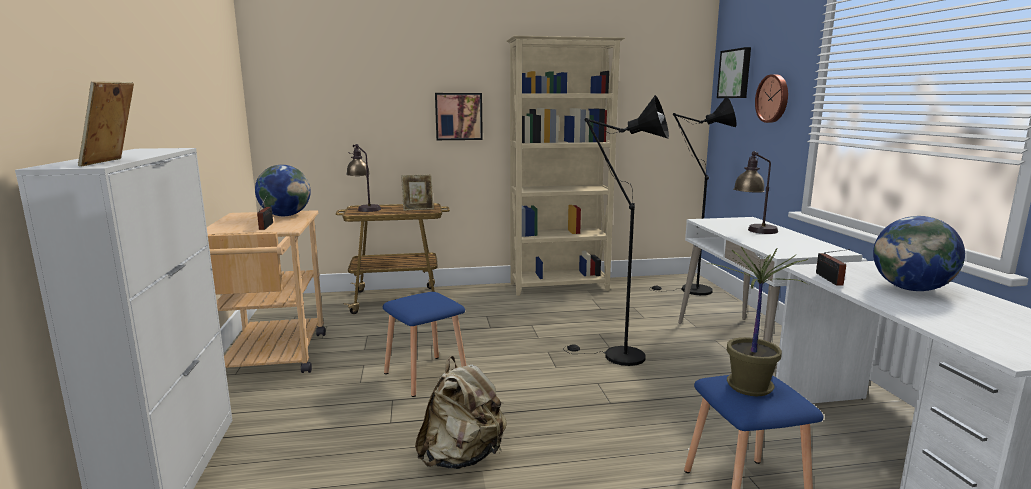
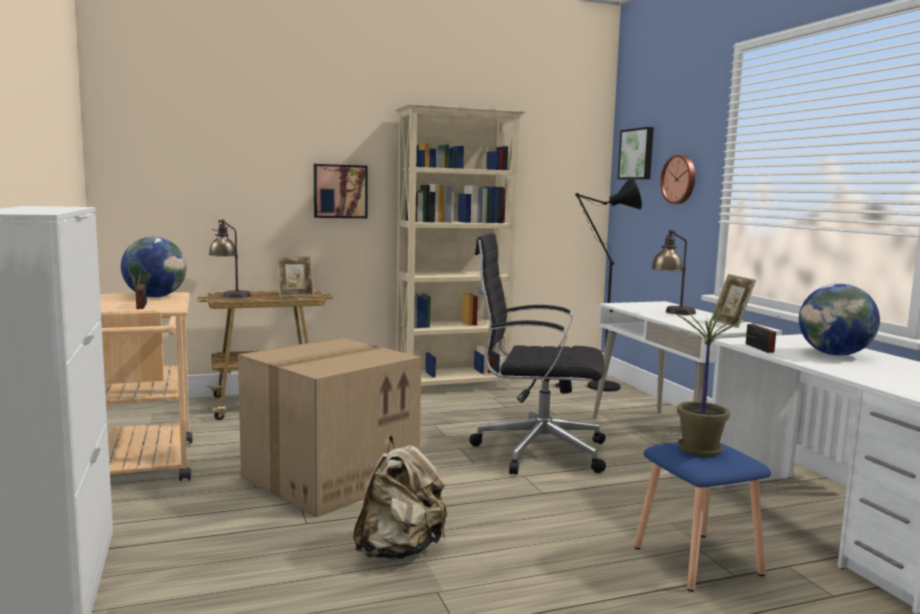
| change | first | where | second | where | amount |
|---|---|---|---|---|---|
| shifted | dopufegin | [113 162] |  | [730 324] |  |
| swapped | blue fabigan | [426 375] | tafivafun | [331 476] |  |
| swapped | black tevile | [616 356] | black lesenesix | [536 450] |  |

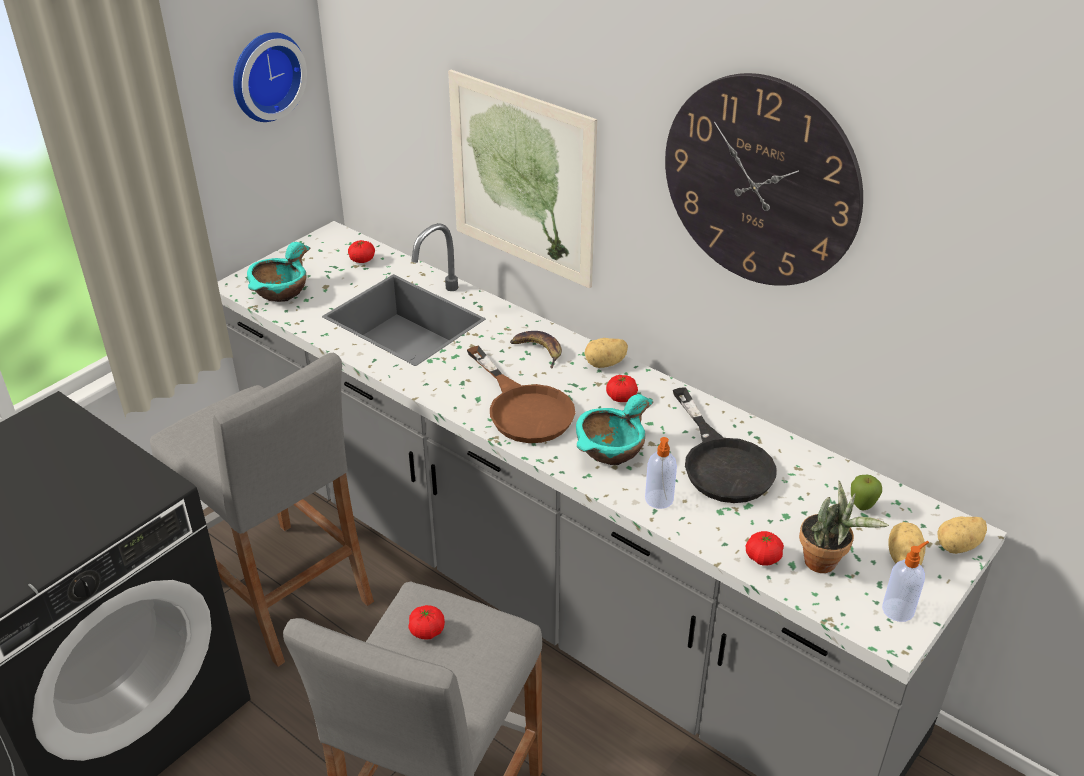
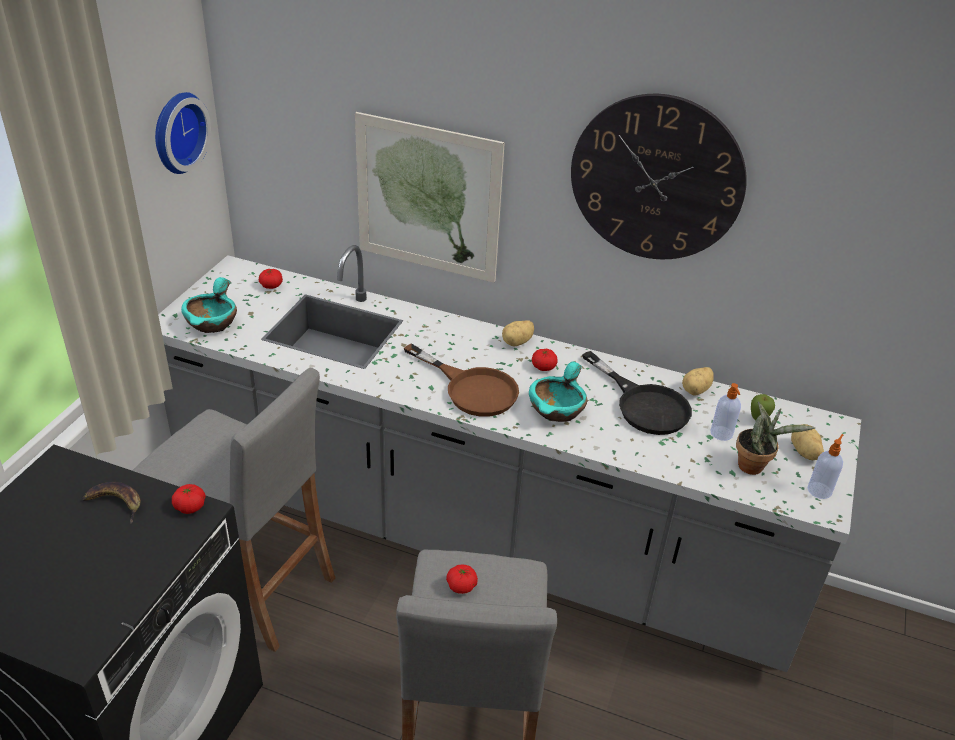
| change | first | where | second | where | amount |
|---|---|---|---|---|---|
| shifted | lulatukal | [539 350] |  | [116 503] |  |
| shifted | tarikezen | [659 500] |  | [721 434] |  |
| shifted | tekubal | [763 557] |  | [190 507] |  |
| shifted | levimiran | [959 546] |  | [696 390] |  |

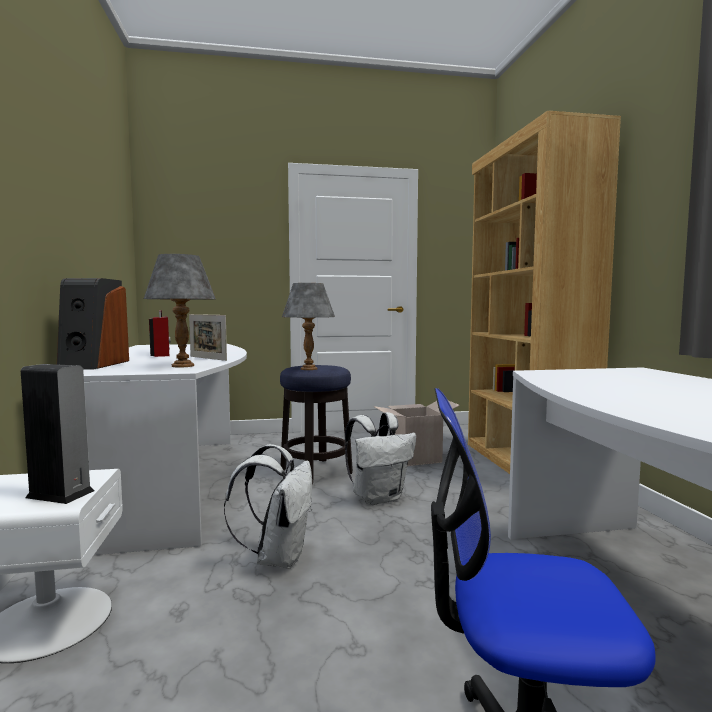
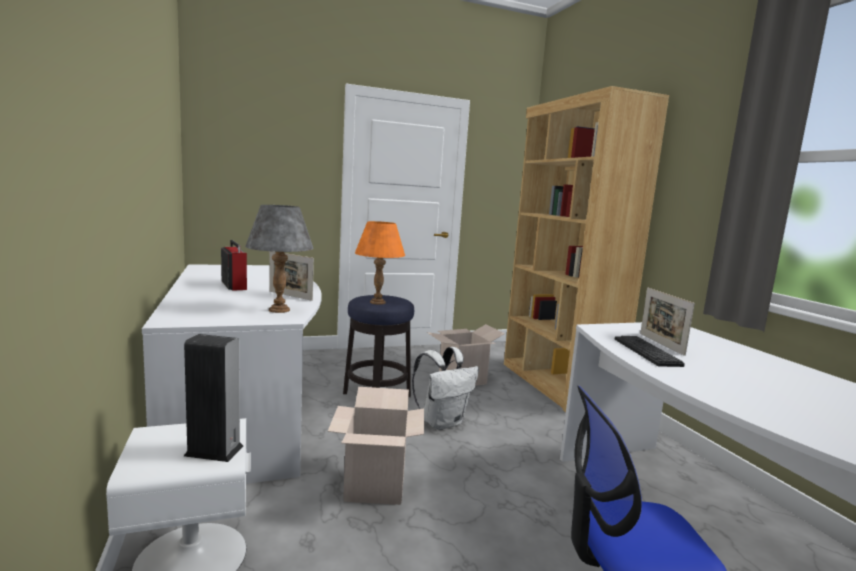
| change | first | where | second | where | amount |
|---|---|---|---|---|---|
| gone | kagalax | [94 365] |  |  |  |
| swapped | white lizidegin | [278 557] | tafivafun | [375 485] |  |
| repainted | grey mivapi | [309 369] | orange mivapi | [378 302] |  |
| new |  |  | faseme | [646 352] |  |
| new |  |  | dopufegin | [661 344] |  |

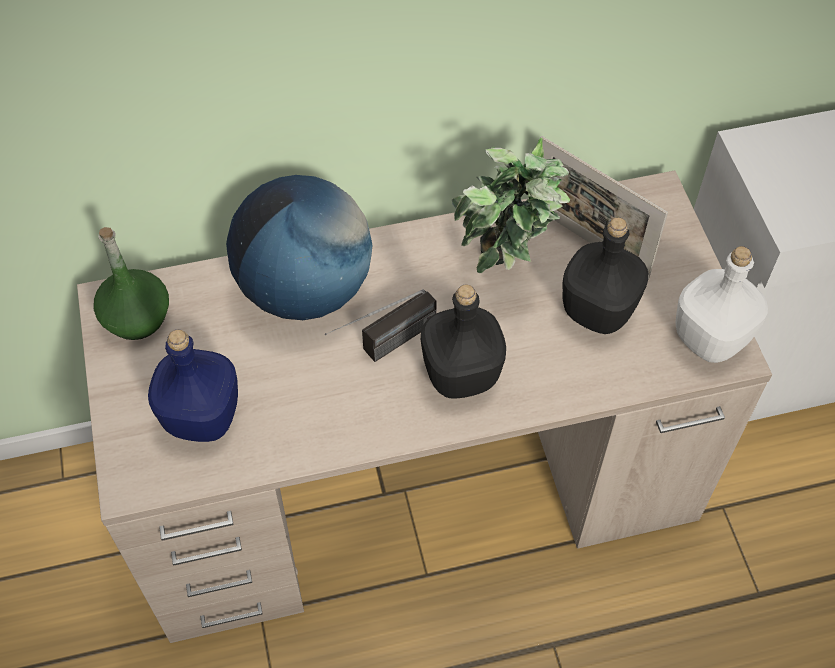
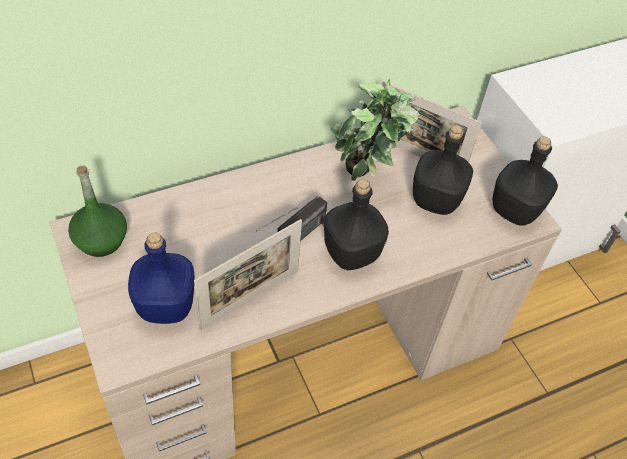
| change | first | where | second | where | amount |
|---|---|---|---|---|---|
| gone | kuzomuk | [305 289] |  |  |  |
| repainted | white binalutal | [711 337] | black binalutal | [515 209] |  |
| new |  |  | dopufegin | [250 299] |  |

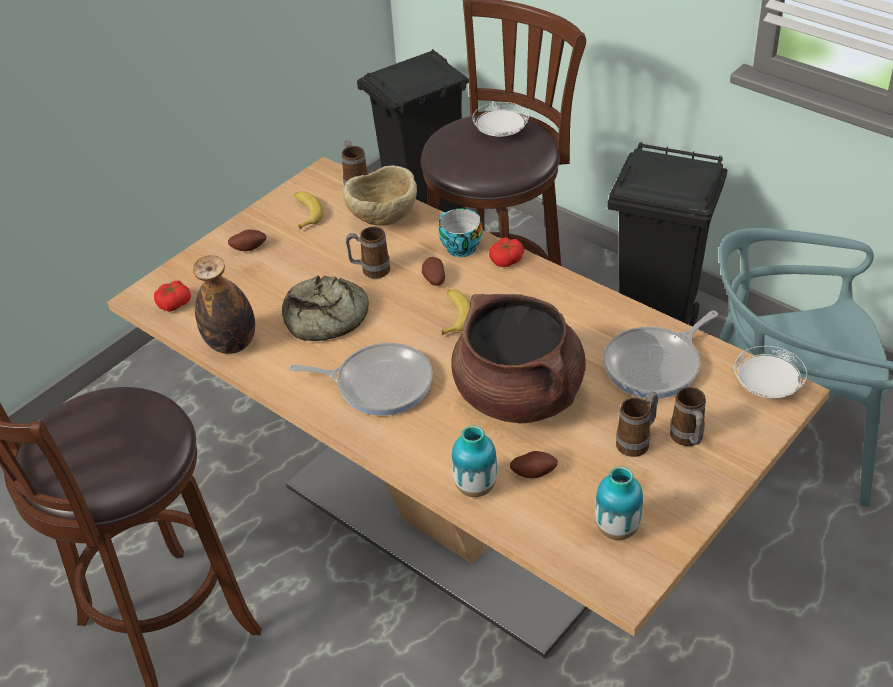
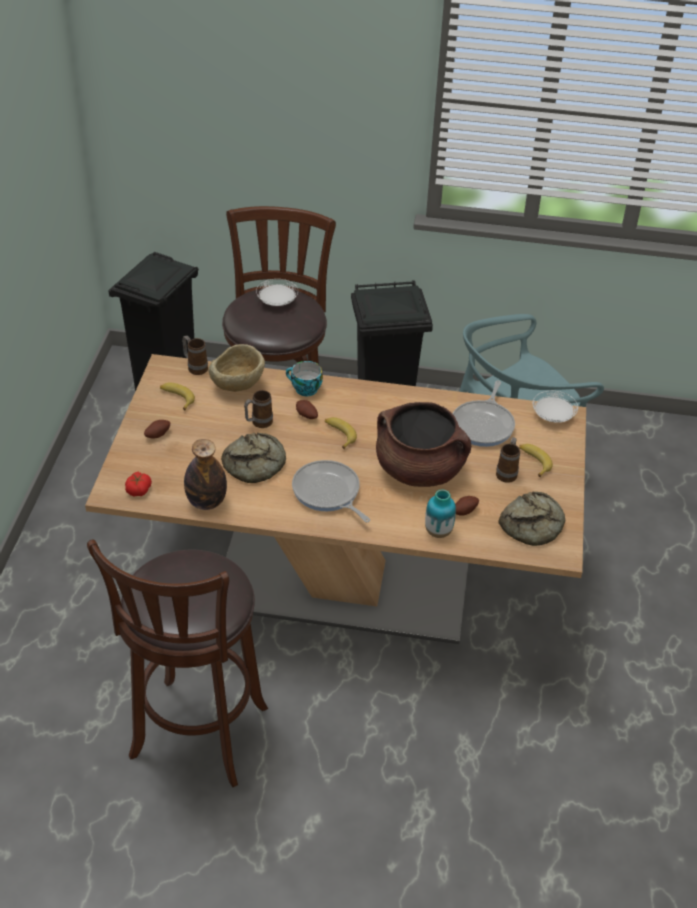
| change | first | where | second | where | amount |
|---|---|---|---|---|---|
| rotated | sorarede | [379 383] |  | [328 493] | 105 degrees counterclockwise |
| gone | tekubal | [506 260] |  |  |  |
| swapped | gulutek | [617 529] | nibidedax | [534 524] |  |
| swapped | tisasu | [688 440] | lulatukal | [534 462] |  |

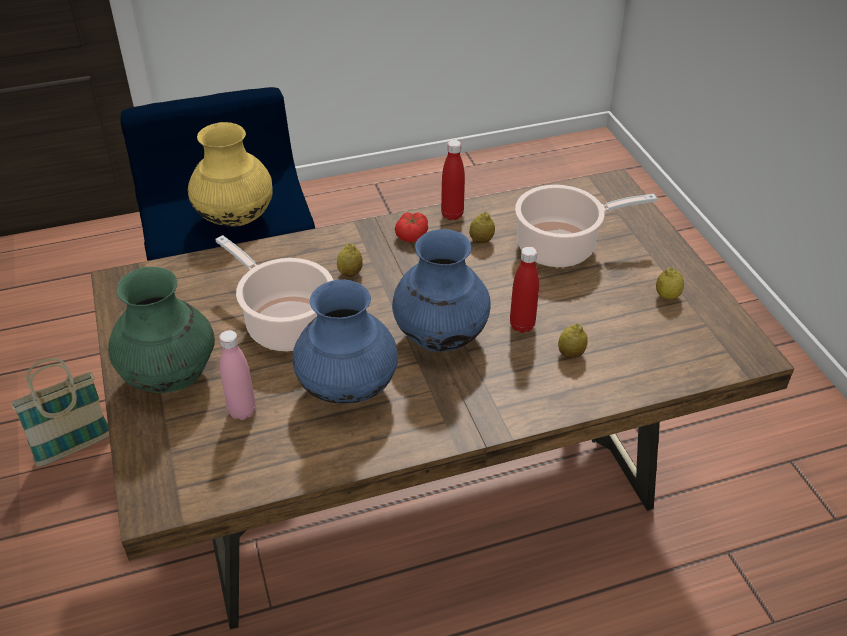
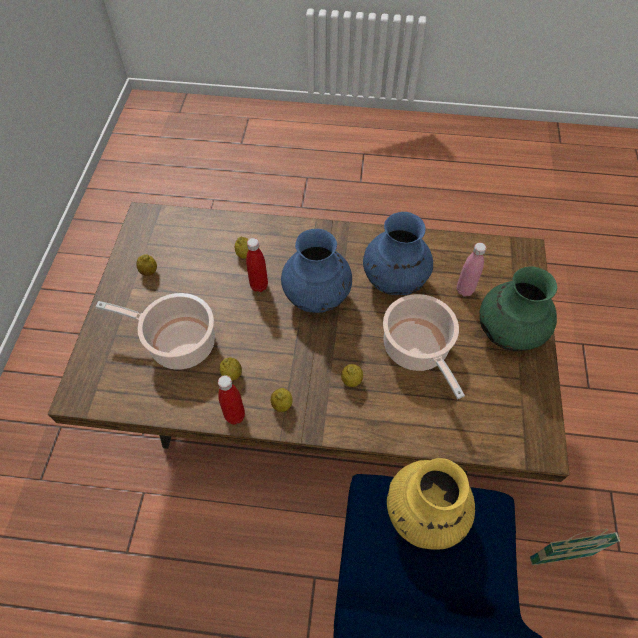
| change | first | where | second | where | amount |
|---|---|---|---|---|---|
| swapped | tekubal | [412 235] | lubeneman | [282 405] |  |

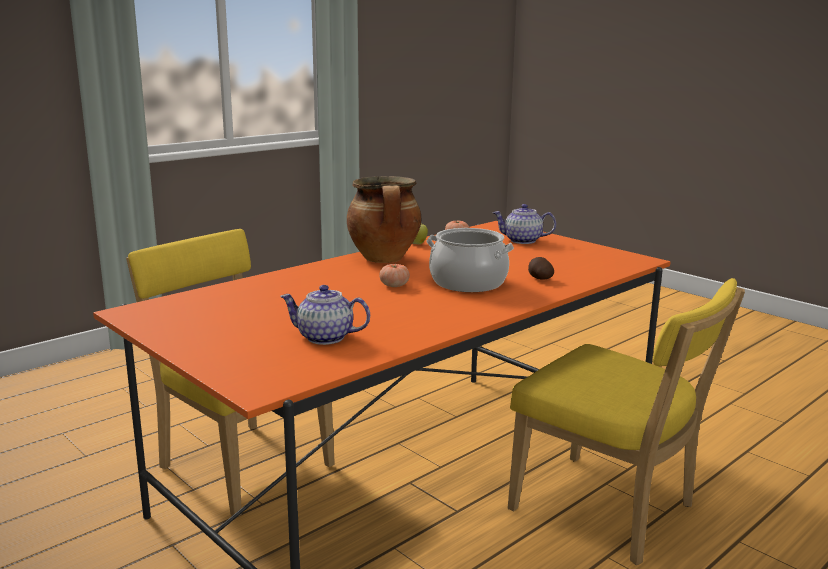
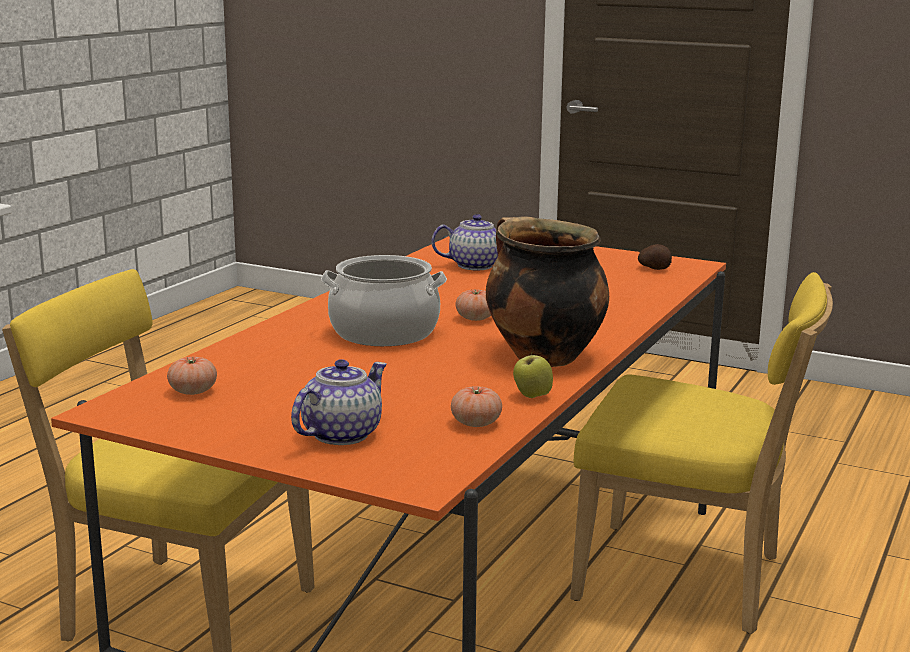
| change | first | where | second | where | amount |
|---|---|---|---|---|---|
| rotated | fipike | [522 240] |  | [341 434] | 45 degrees counterclockwise |
| shifted | levimiran | [539 279] |  | [654 268] |  |
| new |  |  | tekubal | [193 391] |  |

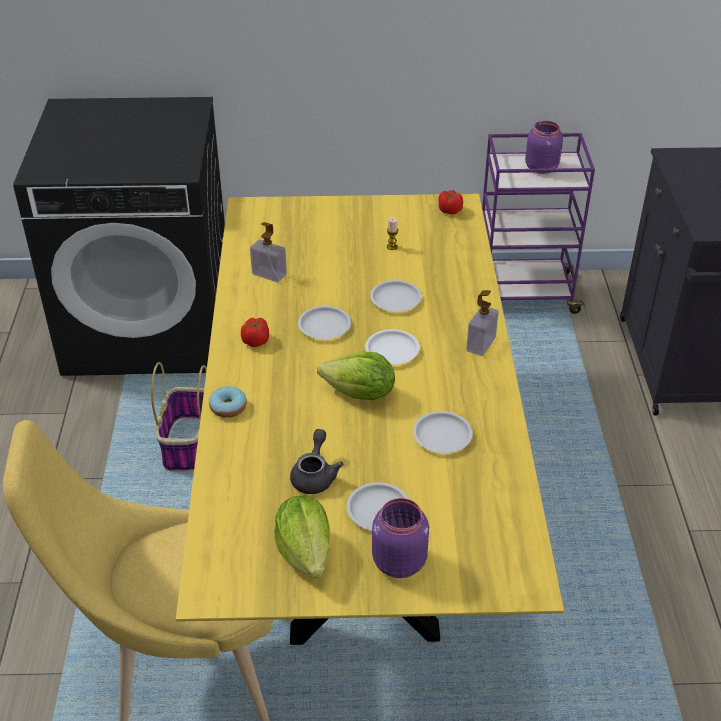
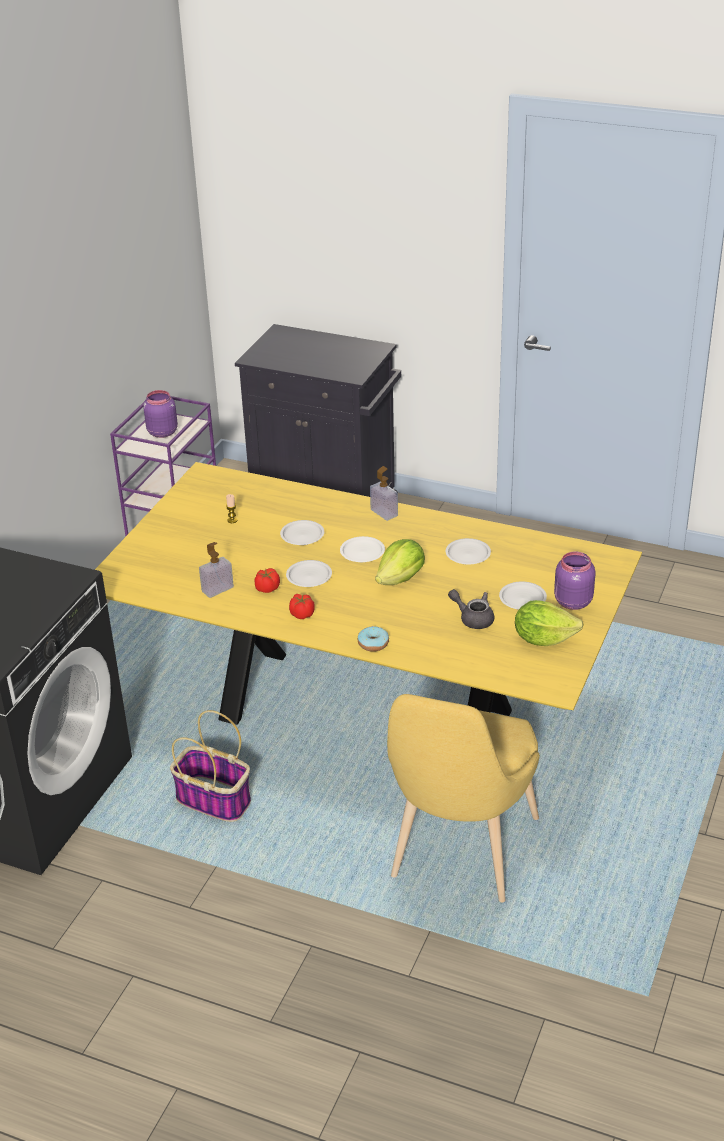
| change | first | where | second | where | amount |
|---|---|---|---|---|---|
| shifted | tekubal | [449 210] |  | [267 588] |  |

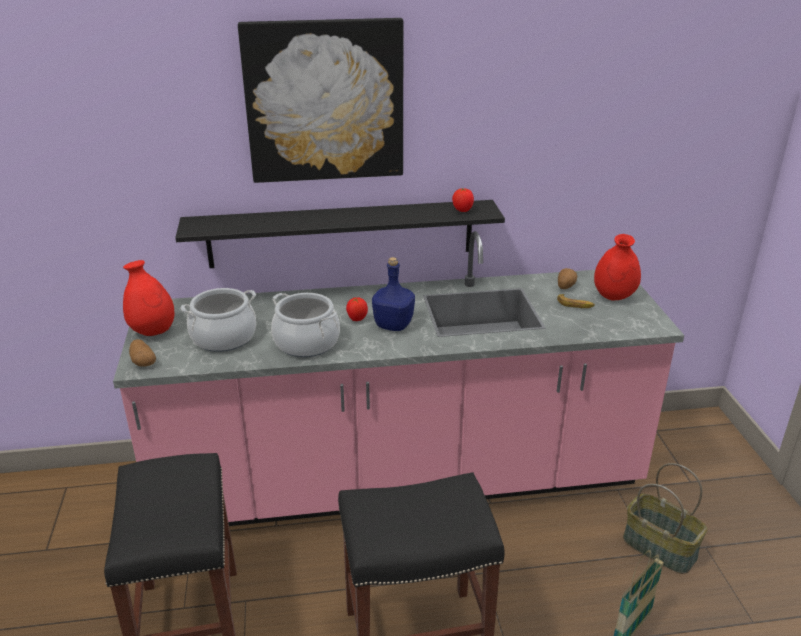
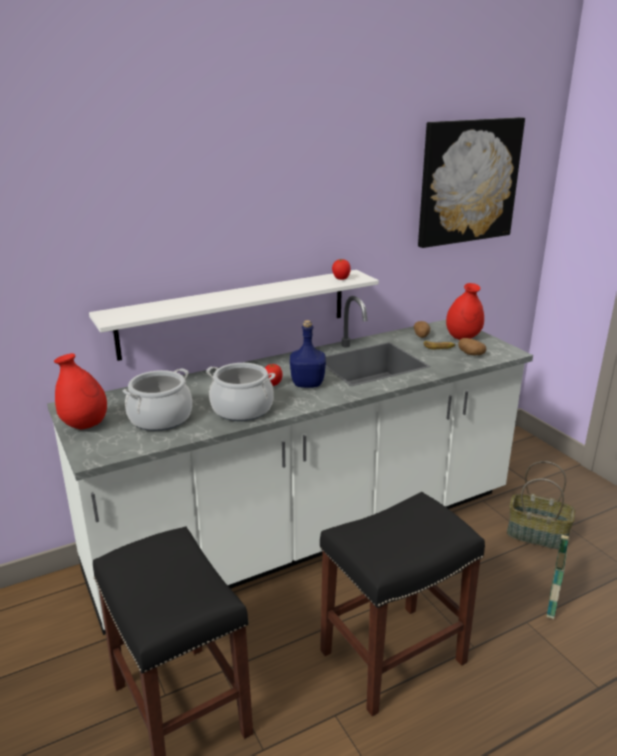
| change | first | where | second | where | amount |
|---|---|---|---|---|---|
| repainted | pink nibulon | [400 481] | white nibulon | [308 534] |  |
| shifted | levimiran | [143 362] |  | [470 354] |  |
| repainted | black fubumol | [341 233] | white fubumol | [235 313] |  |
| shifted | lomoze | [324 101] |  | [468 181] |  |

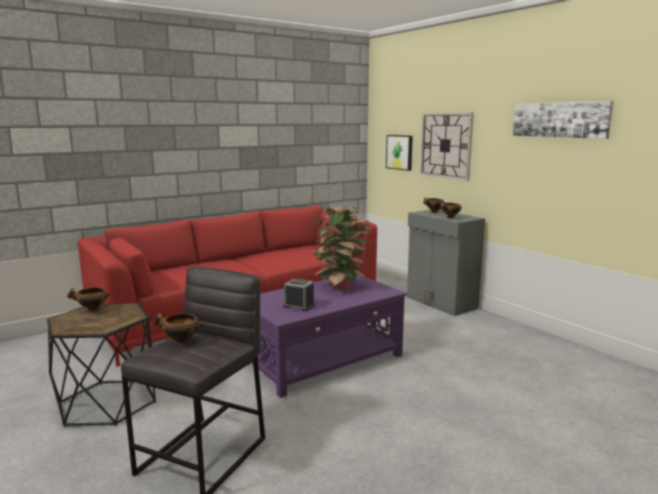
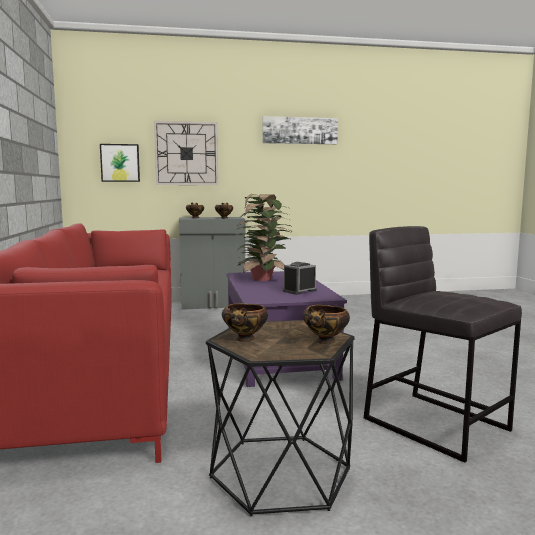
| change | first | where | second | where | amount |
|---|---|---|---|---|---|
| shifted | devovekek | [180 342] |  | [325 342] |  |

